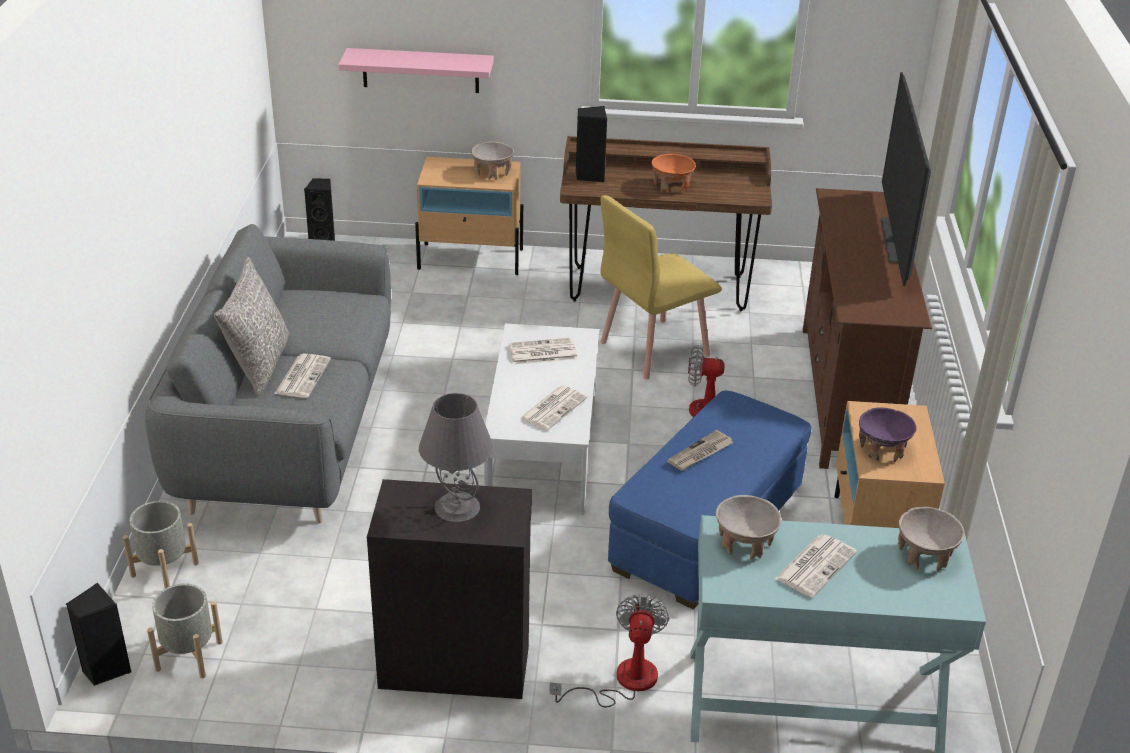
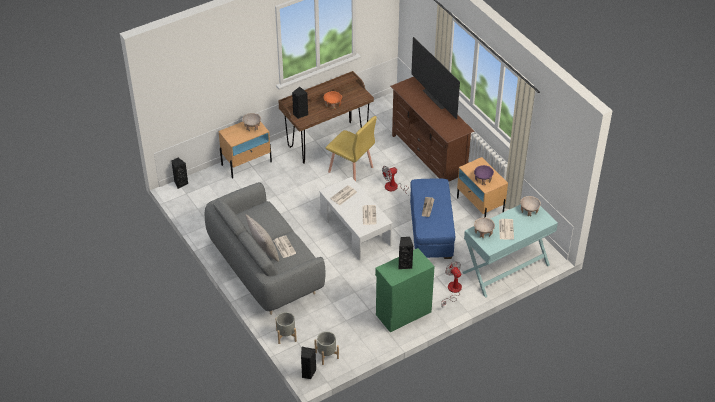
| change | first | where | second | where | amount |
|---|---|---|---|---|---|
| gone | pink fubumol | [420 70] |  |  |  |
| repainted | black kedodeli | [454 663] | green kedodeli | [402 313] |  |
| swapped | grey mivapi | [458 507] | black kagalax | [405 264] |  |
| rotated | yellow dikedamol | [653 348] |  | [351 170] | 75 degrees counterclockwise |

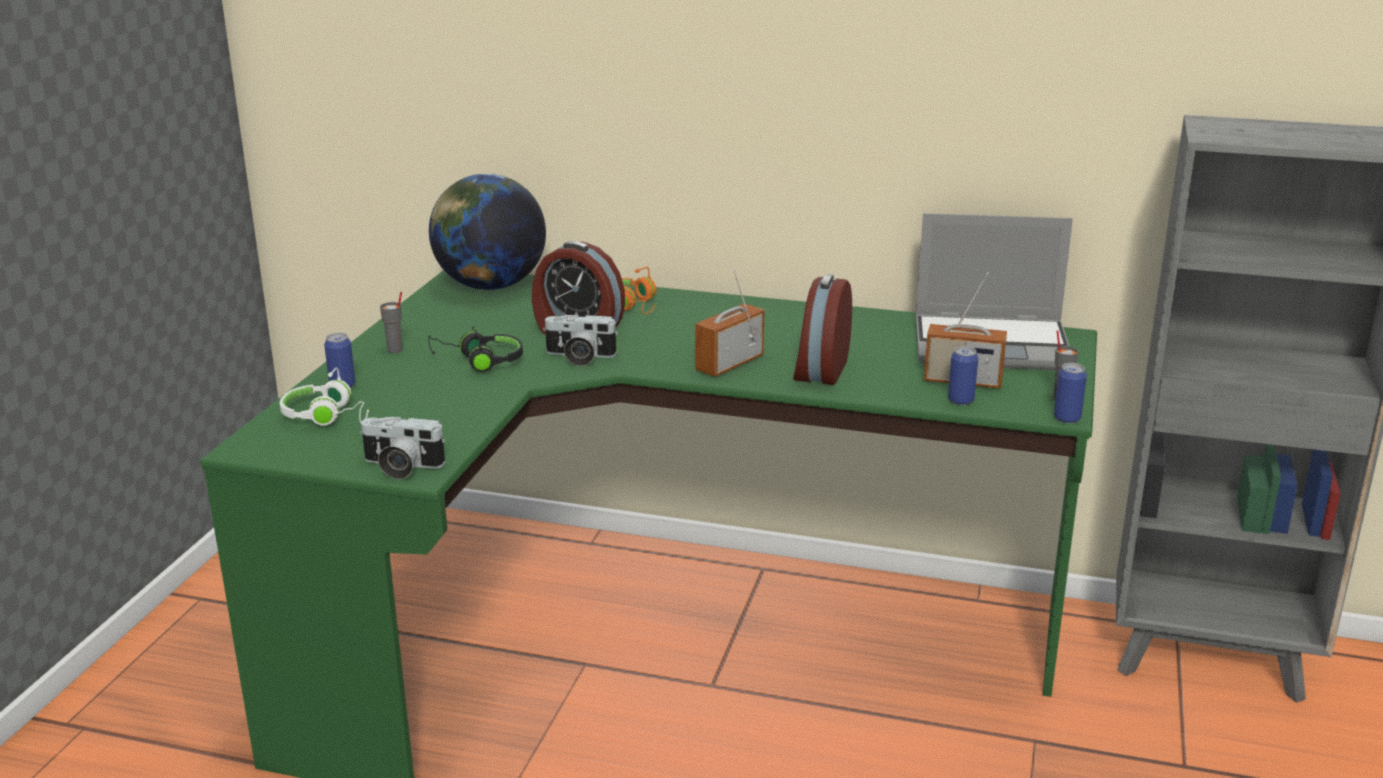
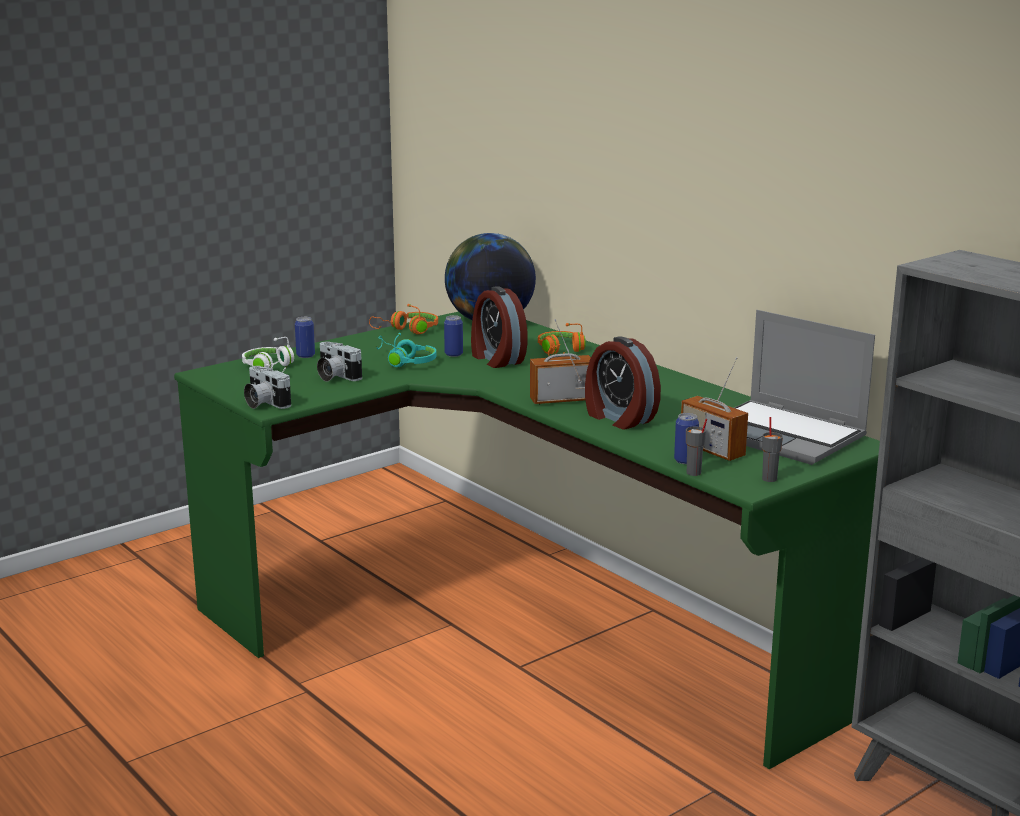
| change | first | where | second | where | amount |
|---|---|---|---|---|---|
| shifted | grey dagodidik | [395 350] |  | [694 473] |  |
| repainted | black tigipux | [479 361] | turquoise tigipux | [404 361] |  |
| shifted | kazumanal | [579 357] |  | [335 376] |  |
| rotated | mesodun | [820 369] |  | [618 418] | 90 degrees counterclockwise |
| shifted | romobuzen | [1067 418] |  | [453 354] |  |
| new |  |  | orange tigipux | [408 330] |  |

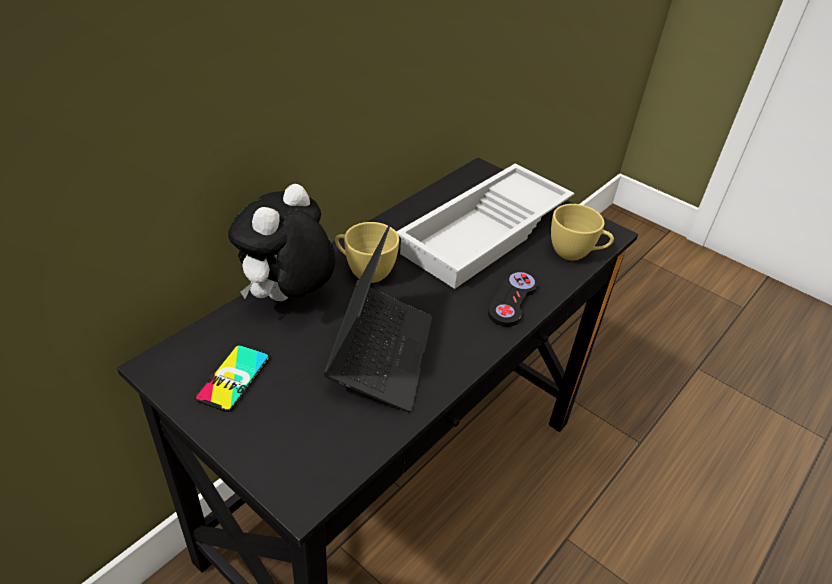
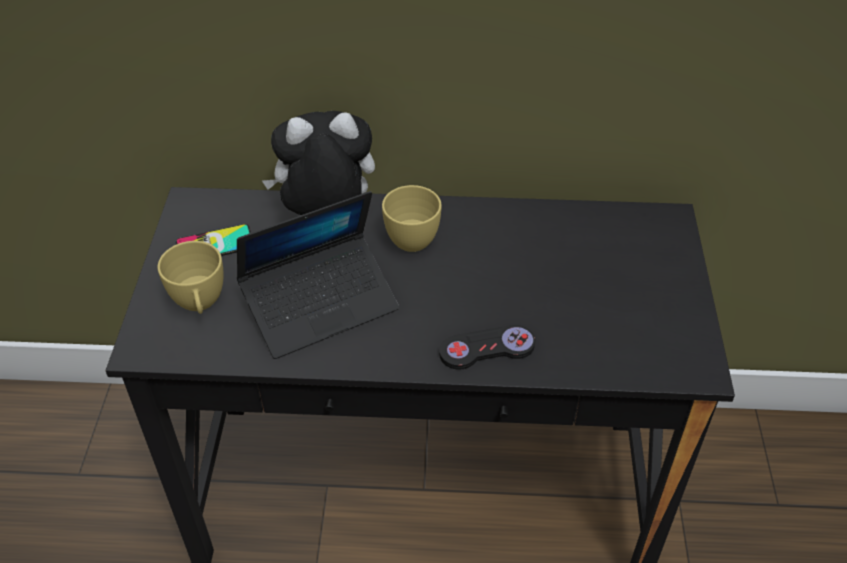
| change | first | where | second | where | amount |
|---|---|---|---|---|---|
| gone | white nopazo | [487 234] |  |  |  |
| shifted | yellow dagodidik | [575 254] |  | [200 304] |  |

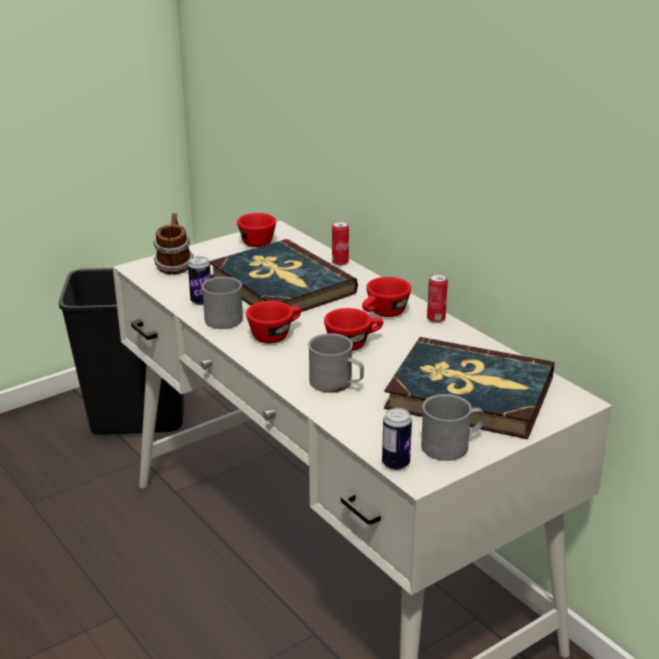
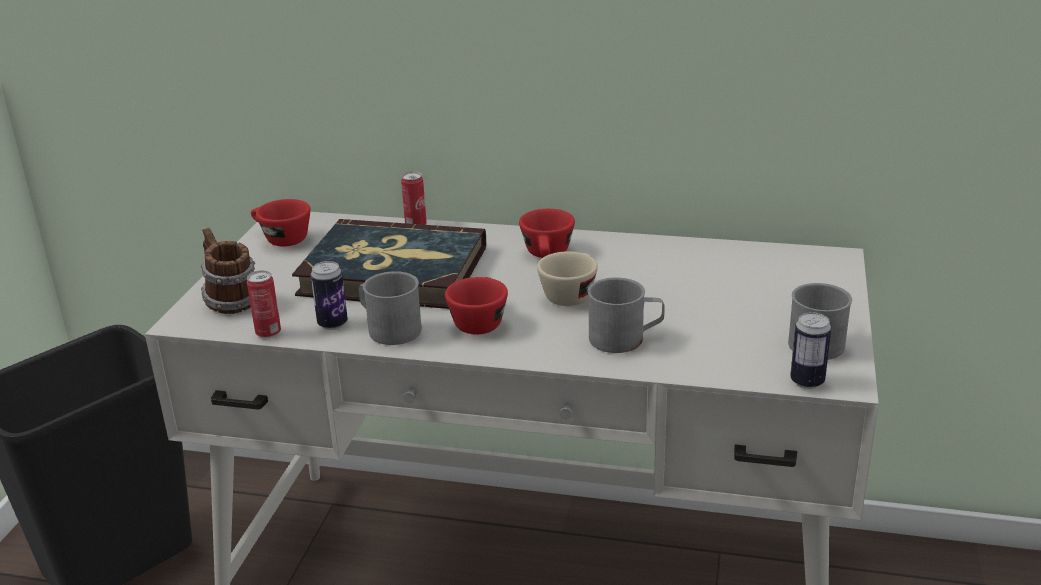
| change | first | where | second | where | amount |
|---|---|---|---|---|---|
| repainted | red dagodidik | [353 343] | beige dagodidik | [570 294] |  |
| gone | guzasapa | [469 393] |  |  |  |
| shifted | romobuzen | [436 319] |  | [268 333] |  |

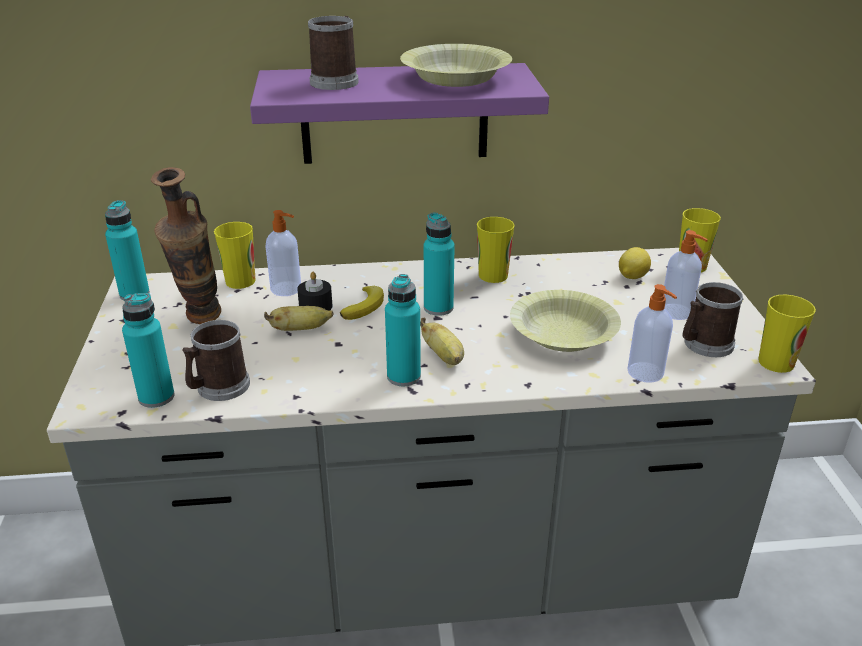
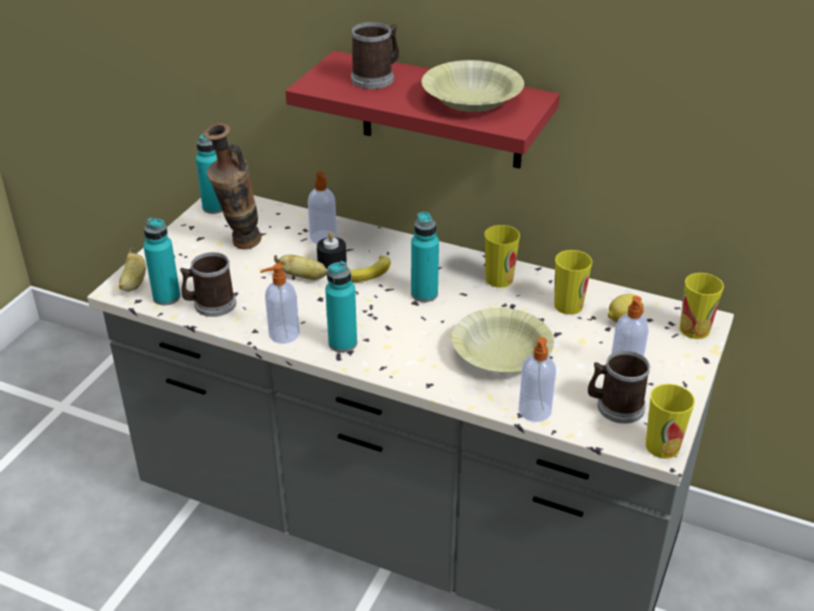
| change | first | where | second | where | amount |
|---|---|---|---|---|---|
| shifted | dagodidik | [240 281] |  | [568 305] |  |
| repainted | purple fubumol | [394 114] | red fubumol | [441 111] |  |
| shifted | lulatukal | [444 357] |  | [134 283] |  |
| new |  |  | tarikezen | [283 335] |  |

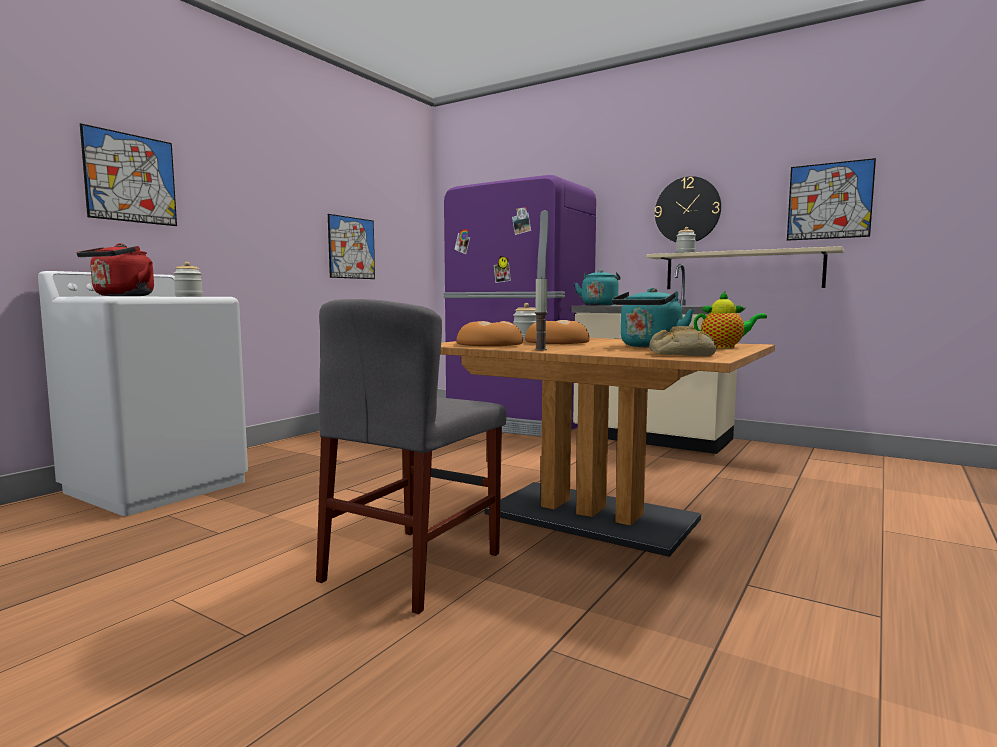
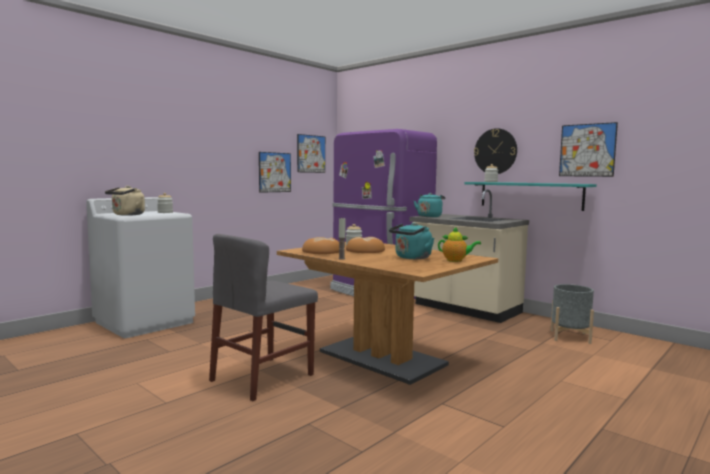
| change | first | where | second | where | amount |
|---|---|---|---|---|---|
| repainted | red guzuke | [121 296] | beige guzuke | [127 215] |  |
| shifted | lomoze | [131 178] |  | [311 154] |  |
| repainted | beige fubumol | [742 270] | turquoise fubumol | [530 195] |  |
| gone | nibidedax | [680 354] |  |  |  |
| new |  |  | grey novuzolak | [570 337] |  |

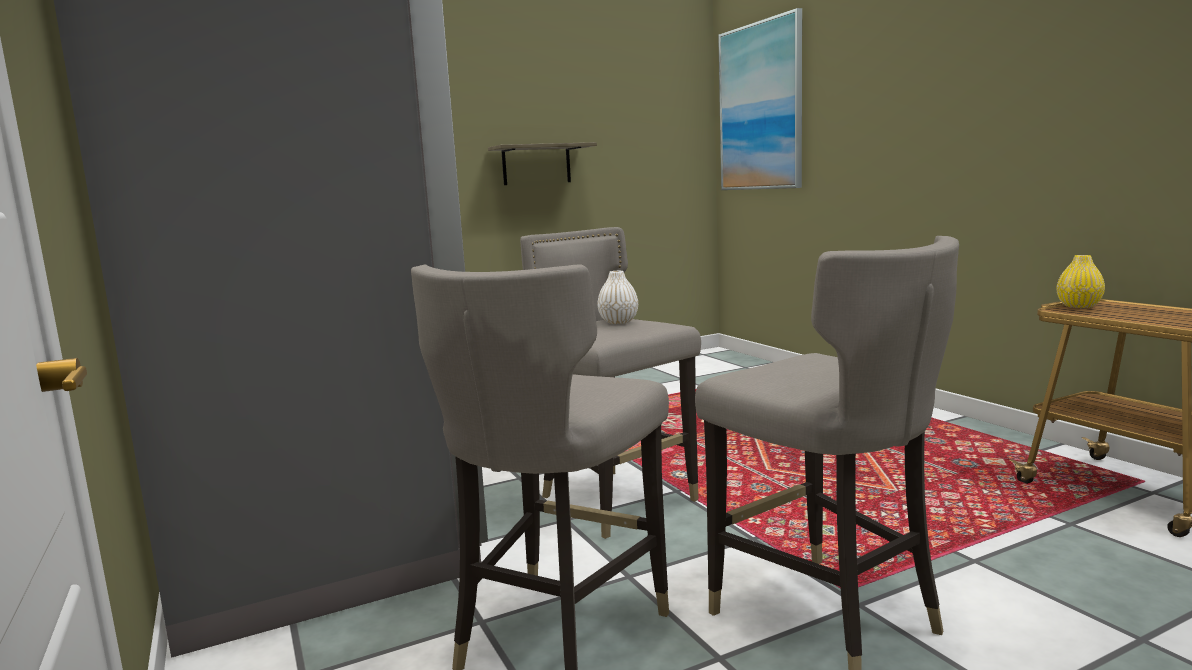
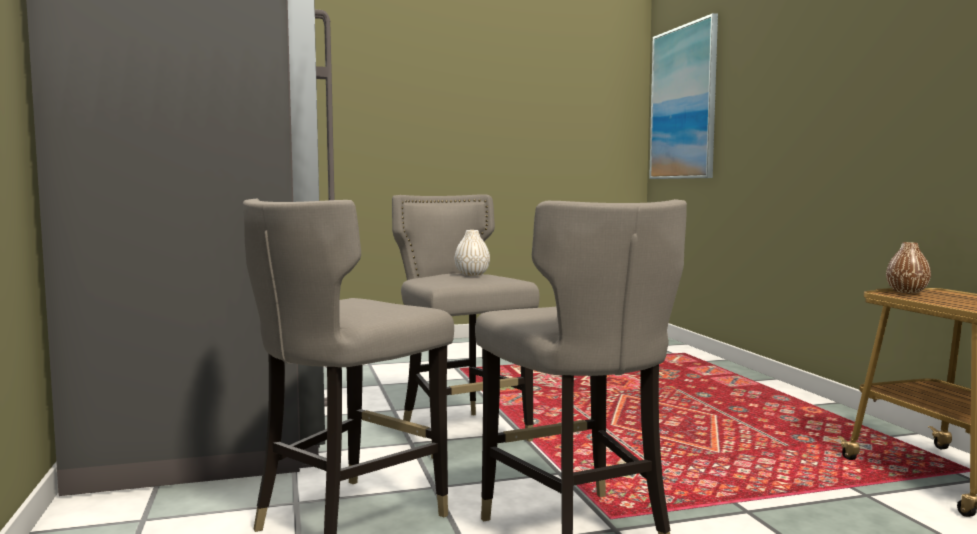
| change | first | where | second | where | amount |
|---|---|---|---|---|---|
| gone | fubumol | [536 165] |  |  |  |
| repainted | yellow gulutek | [1079 306] | brown gulutek | [907 291] |  |

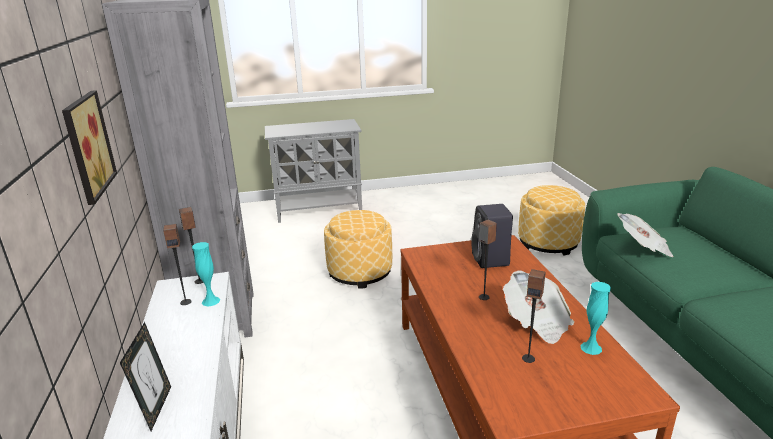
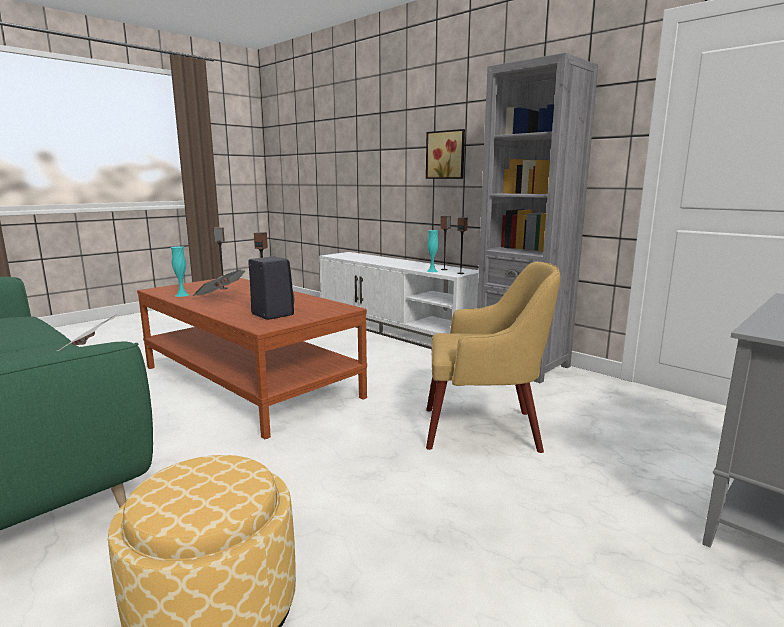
| change | first | where | second | where | amount |
|---|---|---|---|---|---|
| gone | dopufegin | [156 408] |  |  |  |
| swapped | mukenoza | [360 272] | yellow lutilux | [485 429] |  |

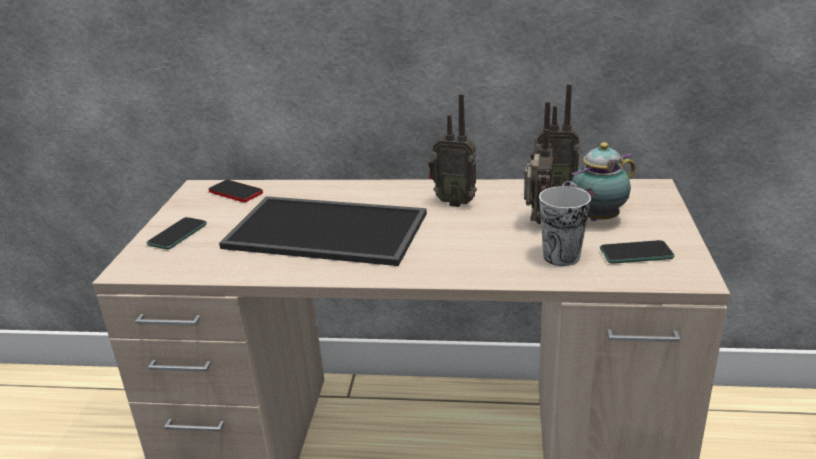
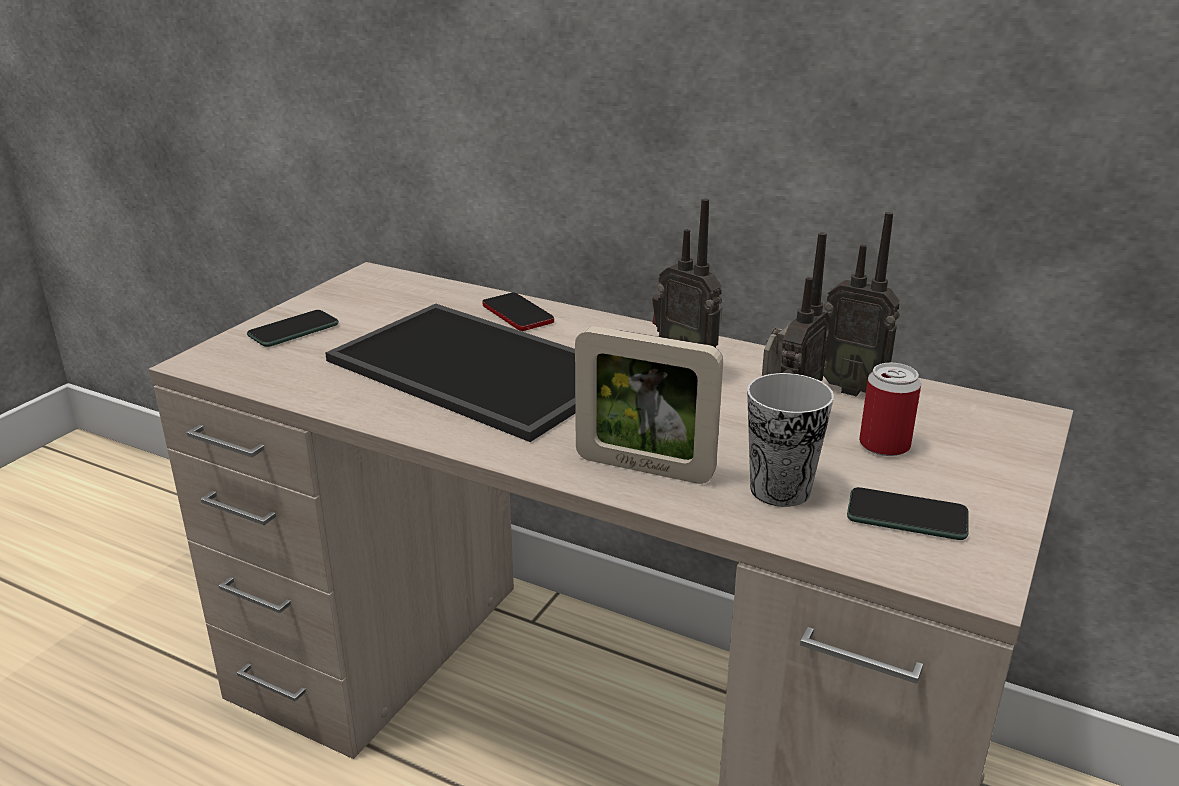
| change | first | where | second | where | amount |
|---|---|---|---|---|---|
| shifted | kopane | [235 192] |  | [517 313] |  |
| swapped | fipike | [595 219] | romobuzen | [884 445] |  |
| new |  |  | dopufegin | [644 468] |  |

